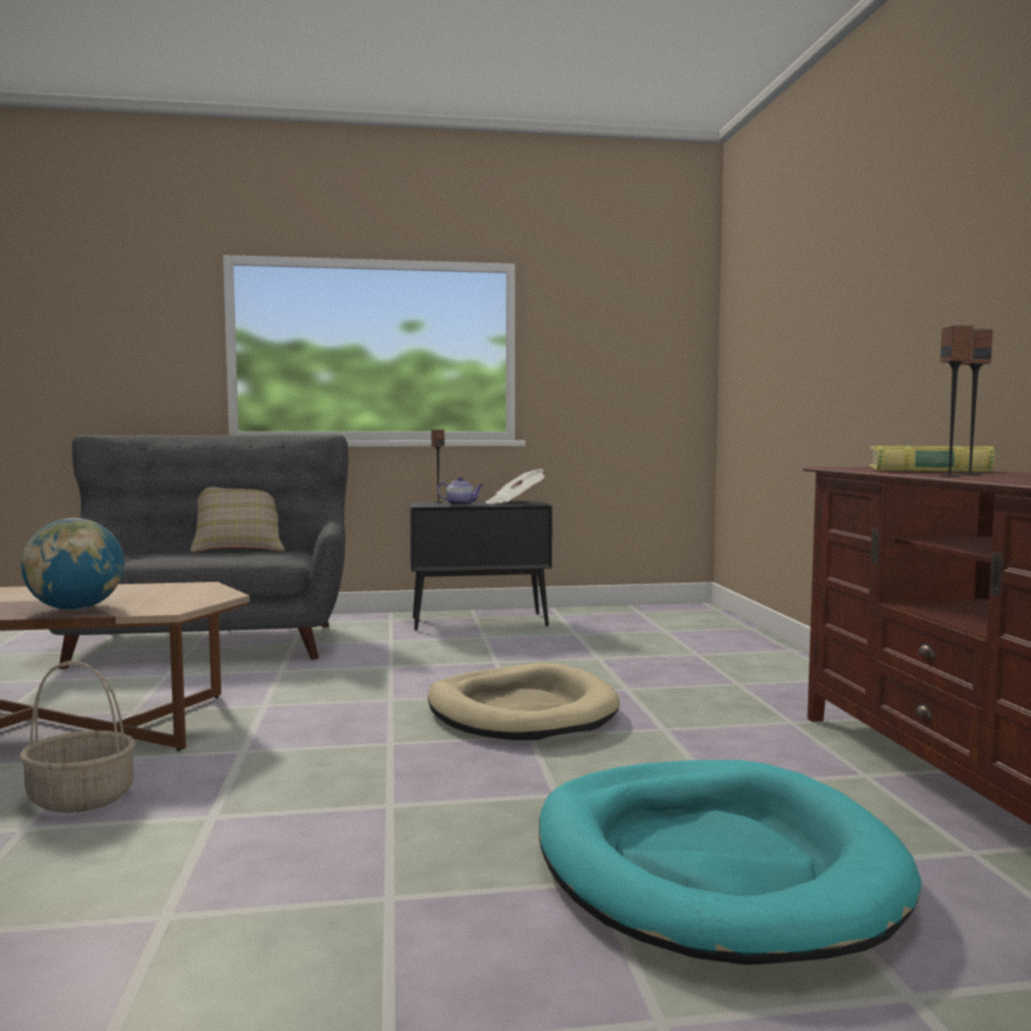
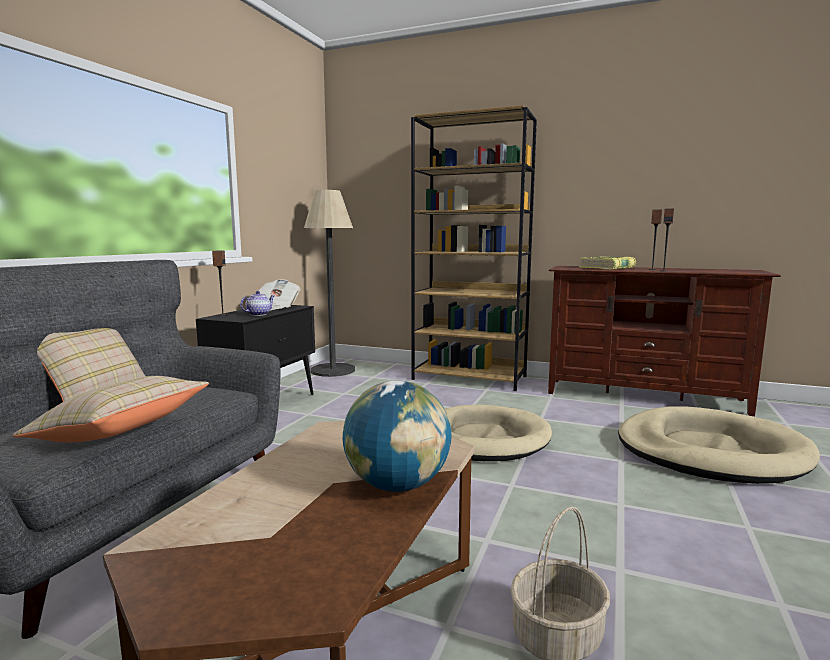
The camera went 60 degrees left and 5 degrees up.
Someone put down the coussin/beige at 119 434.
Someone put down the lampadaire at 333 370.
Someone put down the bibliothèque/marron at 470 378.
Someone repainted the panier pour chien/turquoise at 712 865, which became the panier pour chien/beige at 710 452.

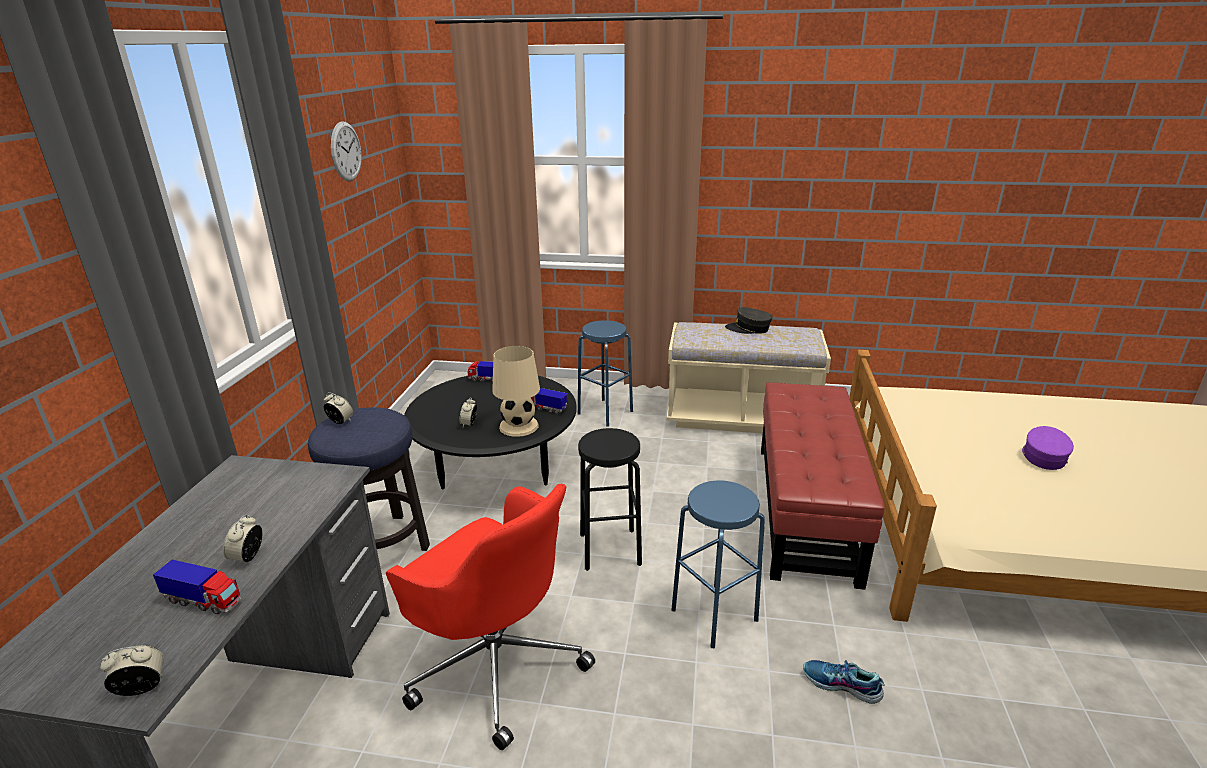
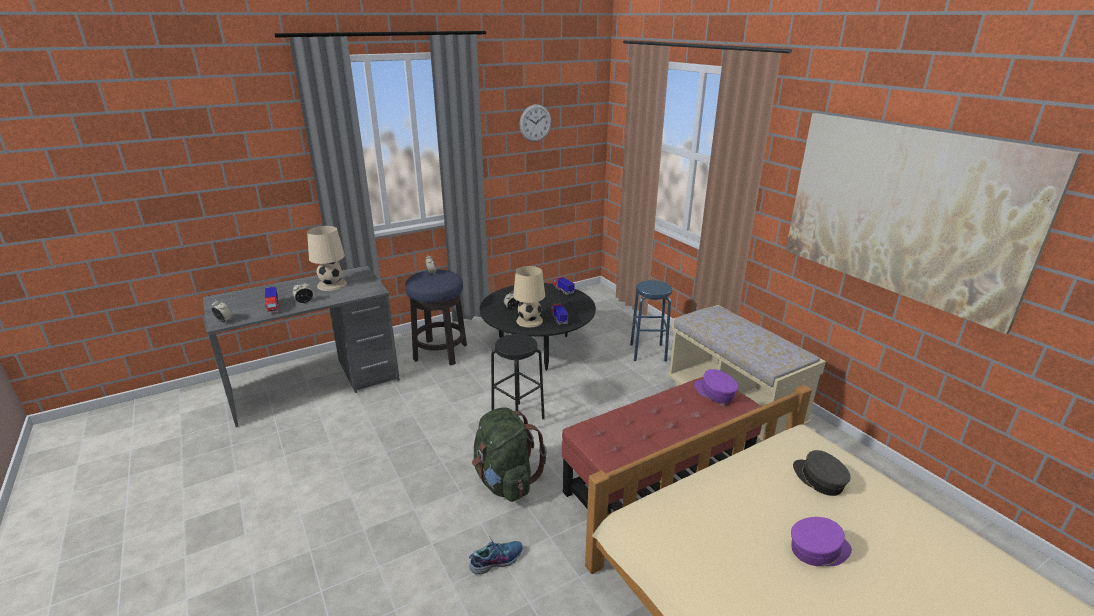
The camera went 50 degrees right and 0 degrees up.
Someone put down the lampe de table/beige at 332 285.
Someone rotated the chaussure at 841 685 by 75 degrees clockwise.
Someone swapped the tabouret/bleu at 714 614 for the sac à dos/vert at 505 481.
Someone put down the casquette/violet at 714 393.
Someone put up the tableau at 902 212.
Someone carried the casquette/gris from 748 329 to 818 479.
Someone took away the chaise de bureau/rouge at 496 662.

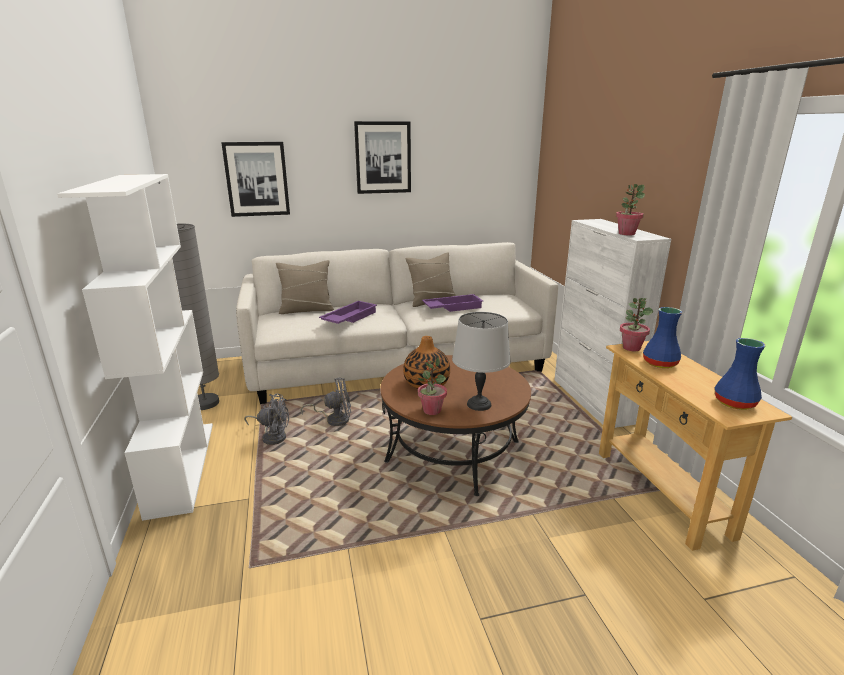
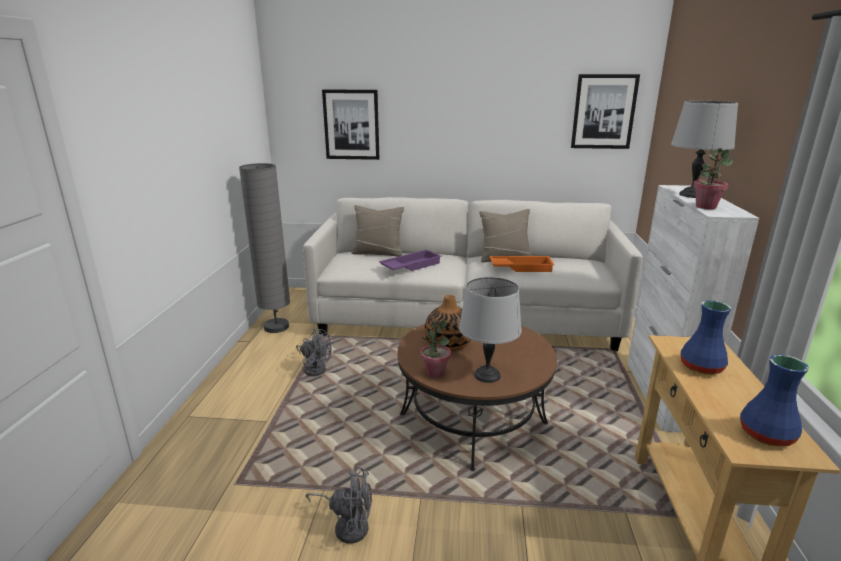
The camera went 20 degrees right and 0 degrees up.
Someone carried the ventilateur/gris from 334 419 to 348 525.
Someone repainted the plateau/violet at 452 307, which became the plateau/orange at 521 267.
Someone carried the tableau from 383 157 to 603 112.
Someone put down the lampe de table/gris at 691 195.
Someone took away the bibliothèque/blanc at 181 466.
Someone took away the plante en pot at 631 348.

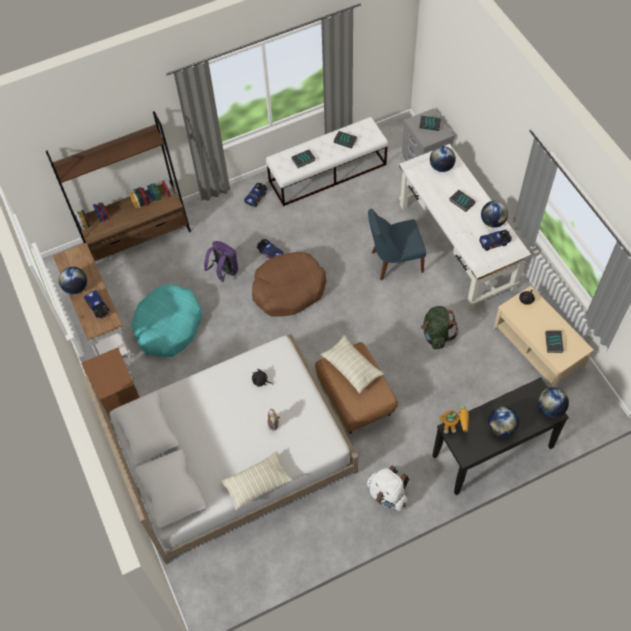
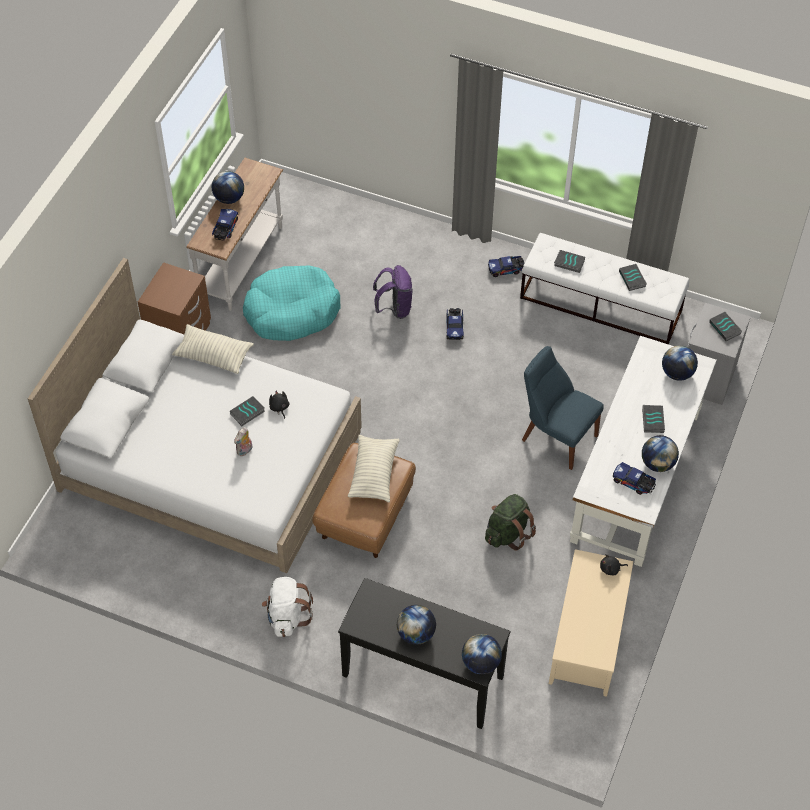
The camera went 45 degrees right and 5 degrees down.
Someone carried the coussin from 257 483 to 213 355.
Someone carried the livre from 554 343 to 247 413.
Someone took away the bibliothèque/marron at 138 238.
Someone took away the panier pour chien/marron at 288 290.
Someone took away the robot jouet at 454 426.

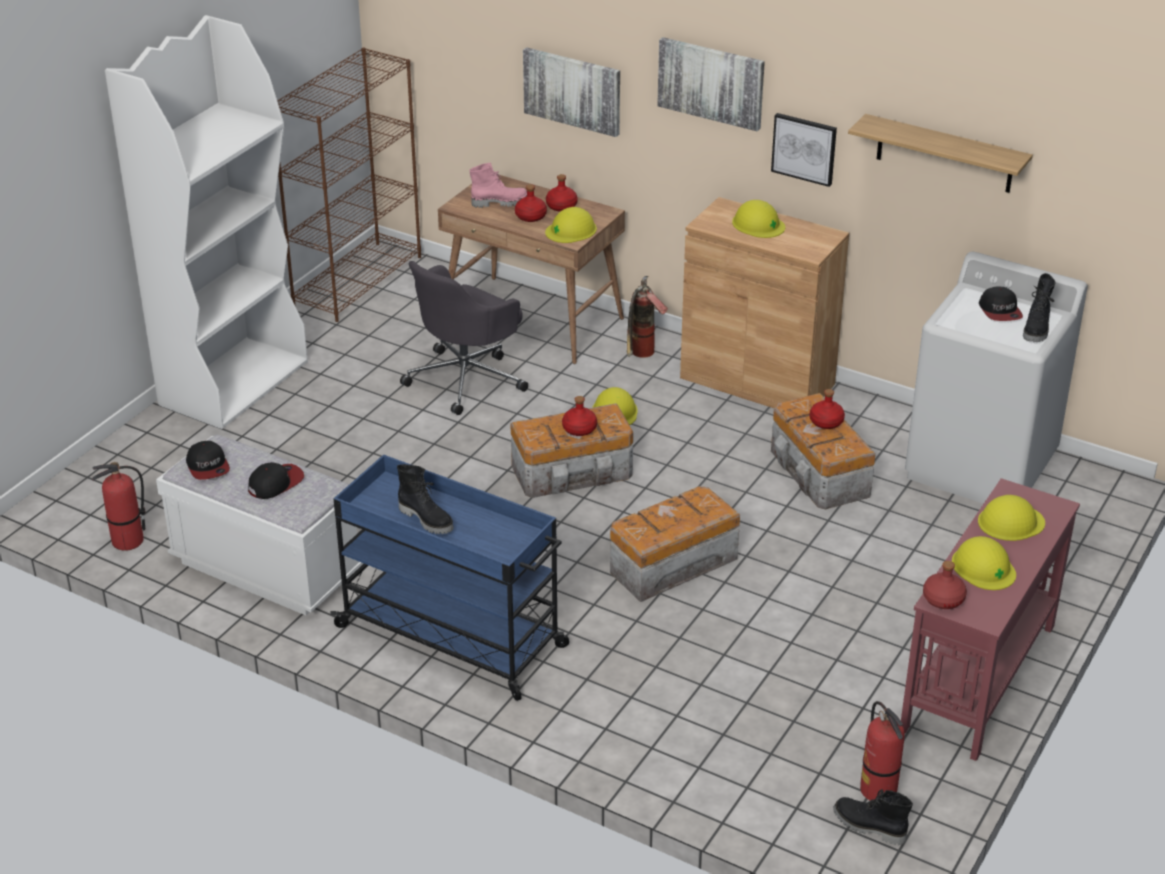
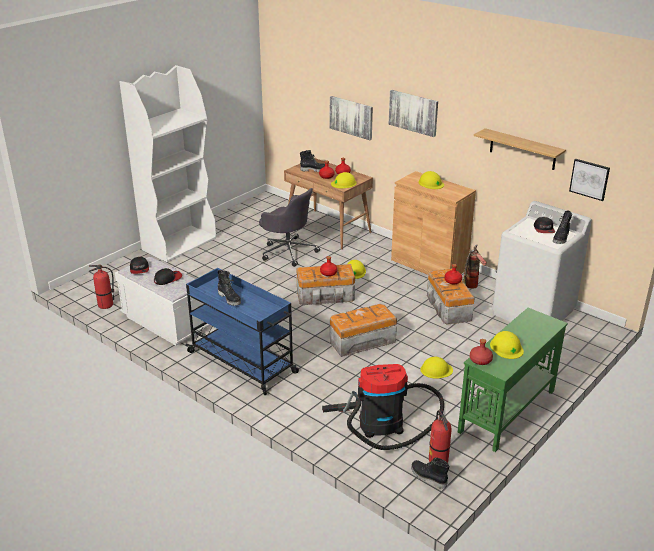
The camera went 10 degrees right and 5 degrees down.
Someone rotated the chaise de bureau/gris at 466 379 by 105 degrees counterclockwise.
Someone repainted the botte/rose at 500 202, which became the botte/noir at 314 170.
Someone put down the aspirateur at 386 423.
Someone carried the casque de chantier/jaune from 1010 522 to 436 370.
Someone repainted the table console/rouge at 977 677, which became the table console/vert at 506 411.
Someone carried the extincteur from 642 356 to 470 288.
Someone carried the tableau from 804 148 to 589 179.
Someone took away the bibliothèque/marron at 358 281.

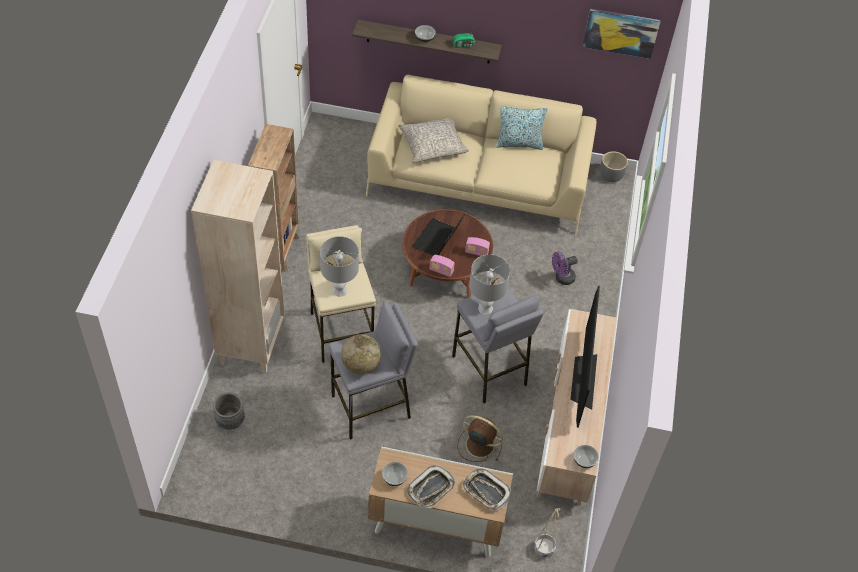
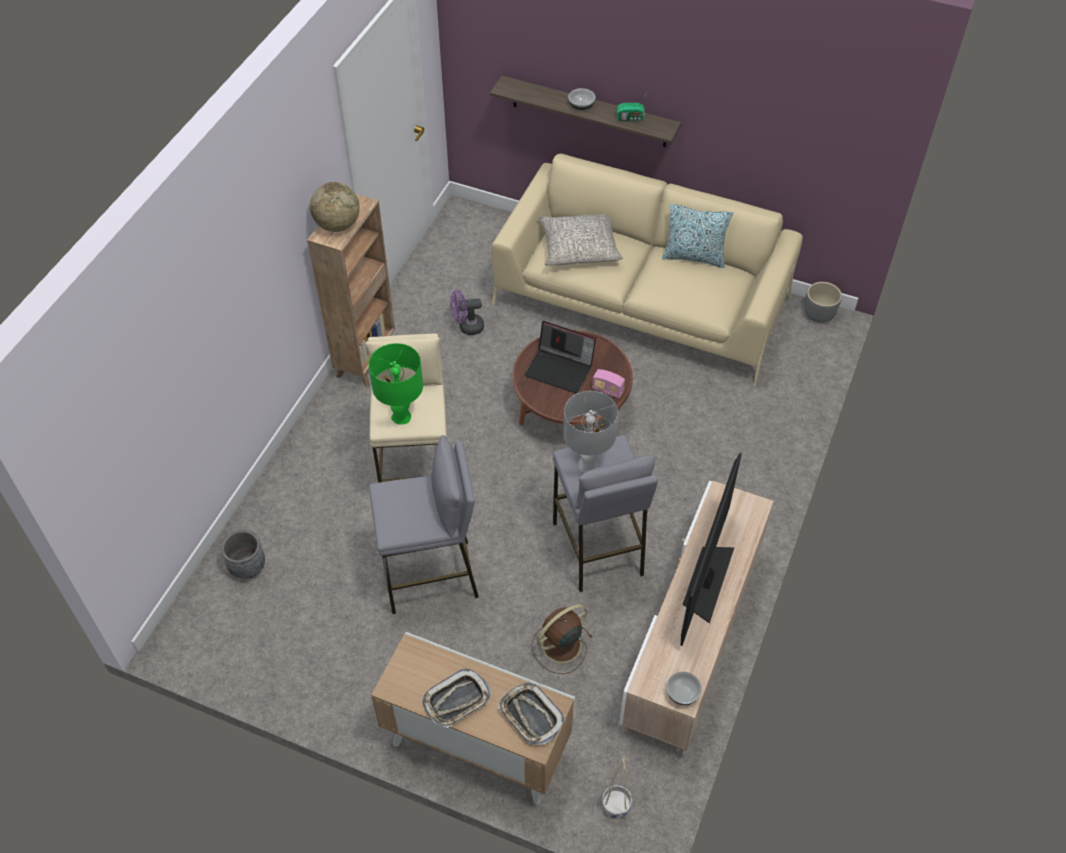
The camera went 15 degrees right and 0 degrees up.
Someone carried the globe from 360 365 to 337 225.
Someone repainted the lampe de table/gris at 340 290, which became the lampe de table/vert at 402 416.
Someone carried the ventilateur/violet from 562 278 to 467 327.
Someone rotated the ordinateur portable at 438 240 by 105 degrees counterclockwise.
Someone rotated the ventilateur/marron at 478 444 by 75 degrees counterclockwise.
Someone took away the bibliothèque/beige at 251 345.
Someone took away the bol at 394 478.
Someone took away the radio at 441 270.
Someone took away the tableau at 621 32.

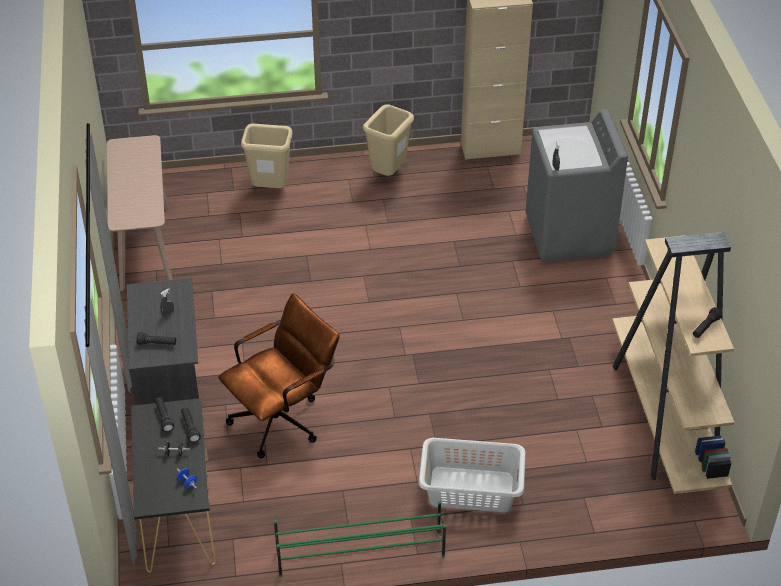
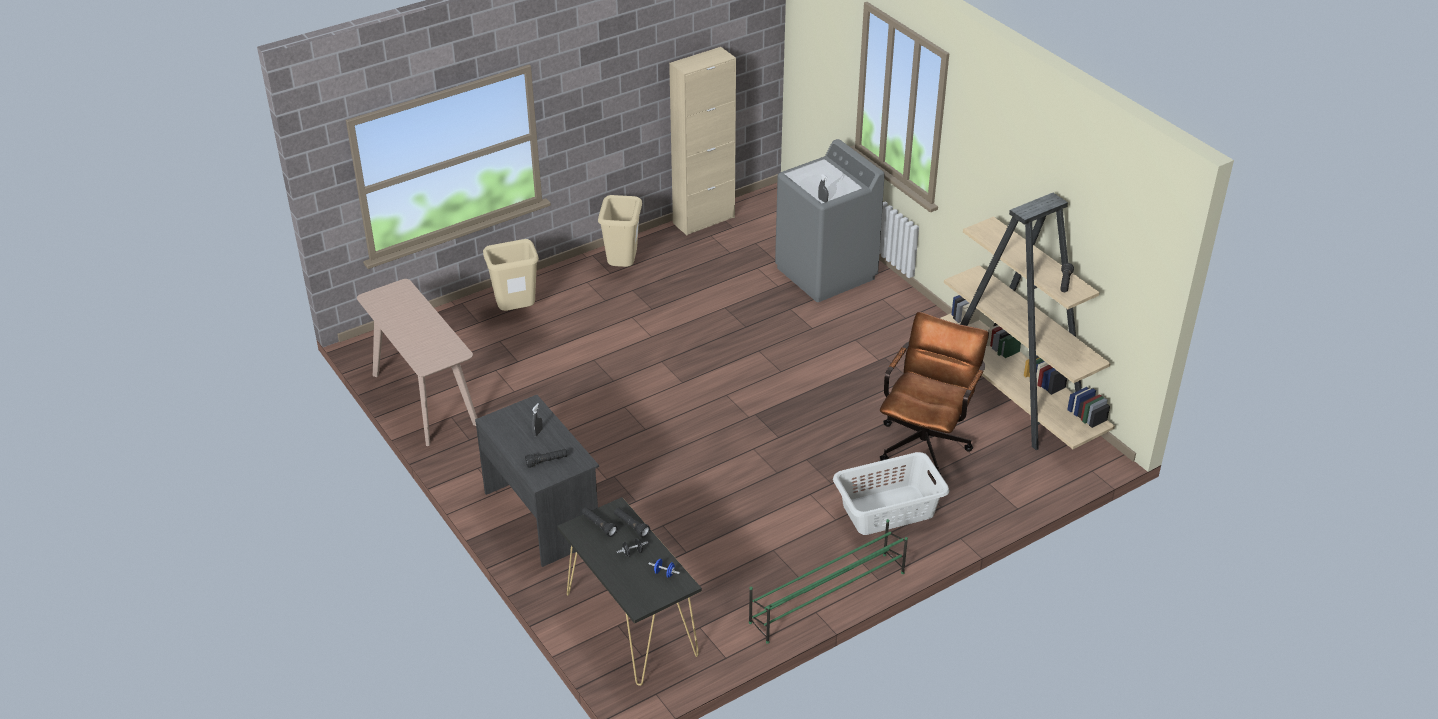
The camera went 25 degrees left and 5 degrees down.
Someone carried the chaise de bureau/marron from 283 418 to 926 441.

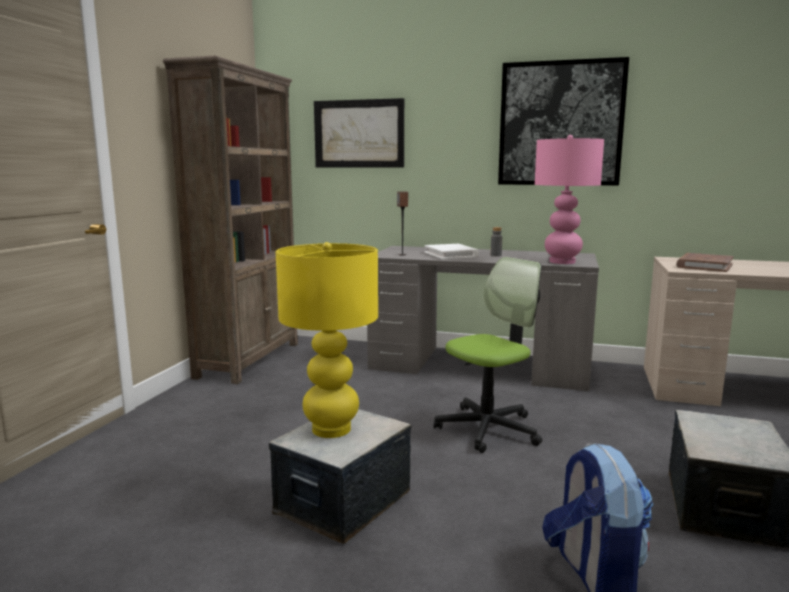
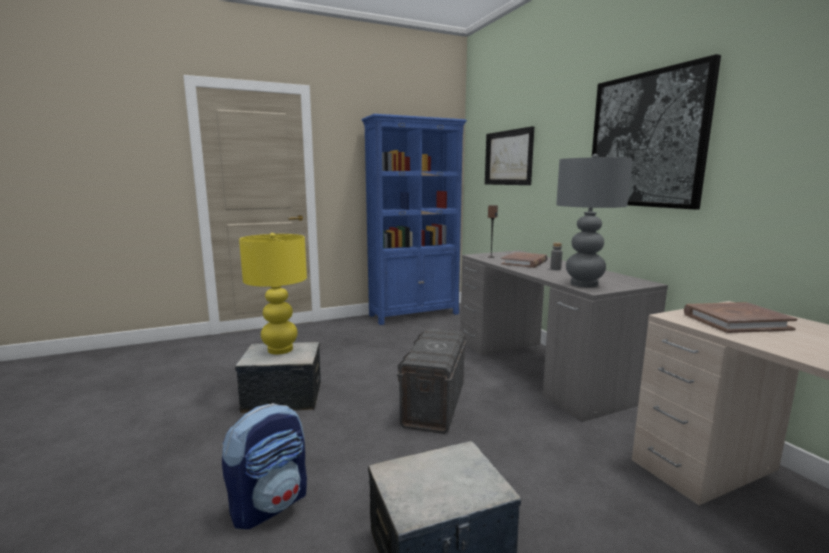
The camera went 50 degrees right and 0 degrees up.
Someone repainted the bibliothèque/marron at 249 360, which became the bibliothèque/bleu at 414 314.
Someone swapped the chaise de bureau at 488 429 for the boîte de rangement/gris at 433 405.
Someone repainted the livre/blanc at 451 254, which became the livre/marron at 524 262.
Someone repainted the lampe de table/rose at 562 262, which became the lampe de table/gris at 584 284.

